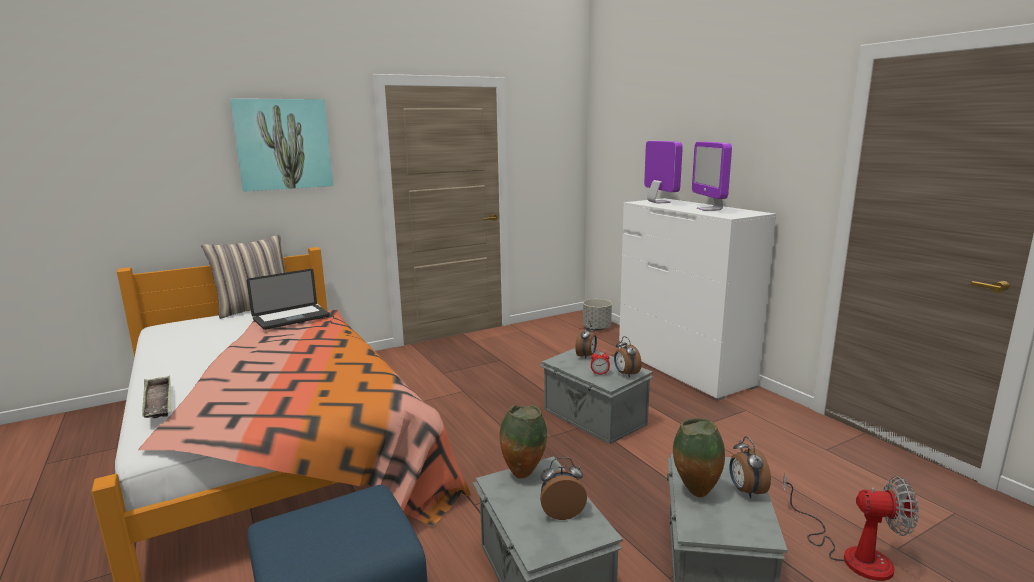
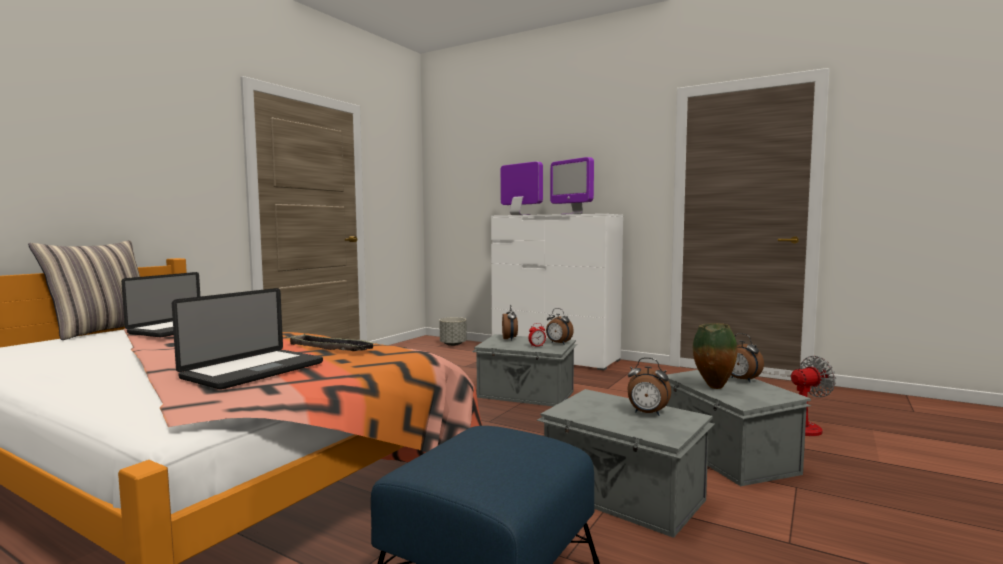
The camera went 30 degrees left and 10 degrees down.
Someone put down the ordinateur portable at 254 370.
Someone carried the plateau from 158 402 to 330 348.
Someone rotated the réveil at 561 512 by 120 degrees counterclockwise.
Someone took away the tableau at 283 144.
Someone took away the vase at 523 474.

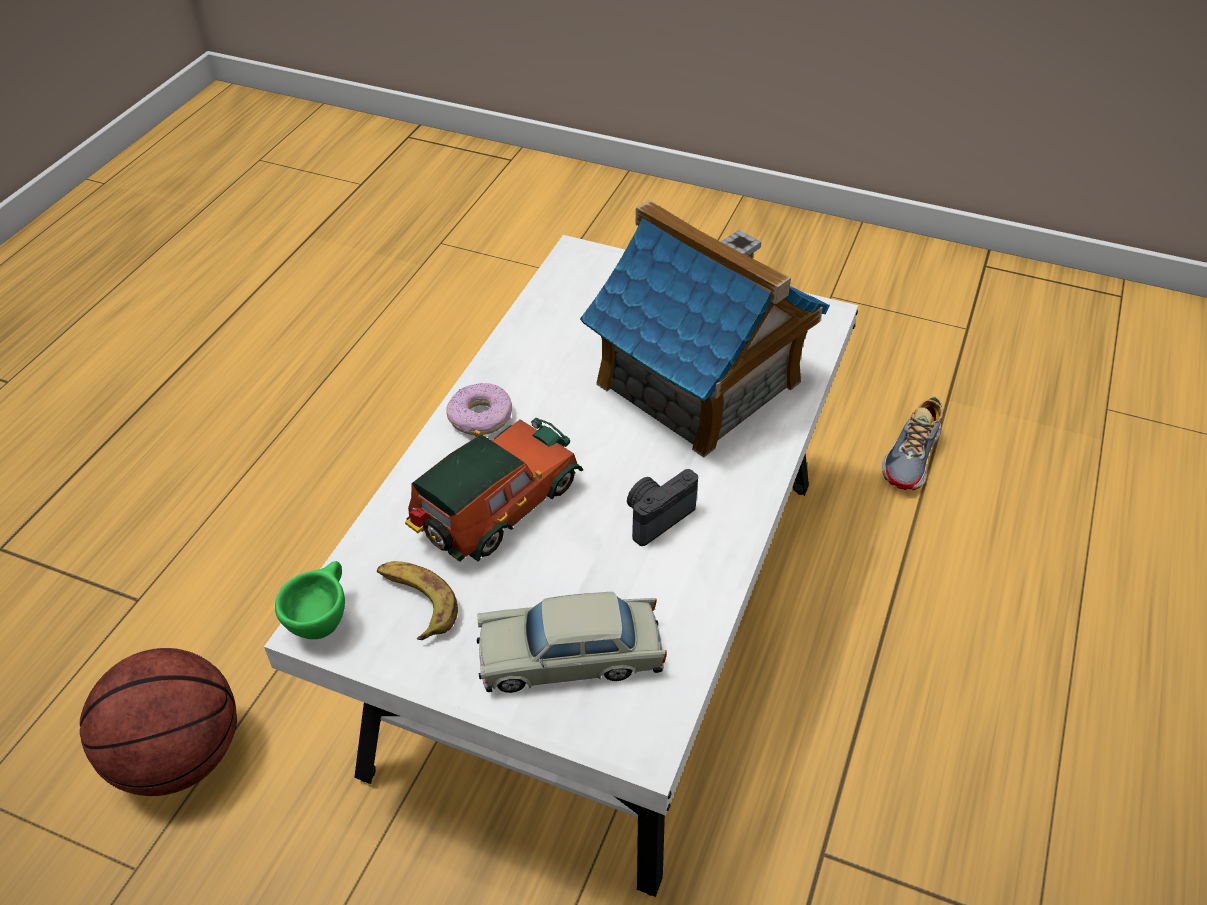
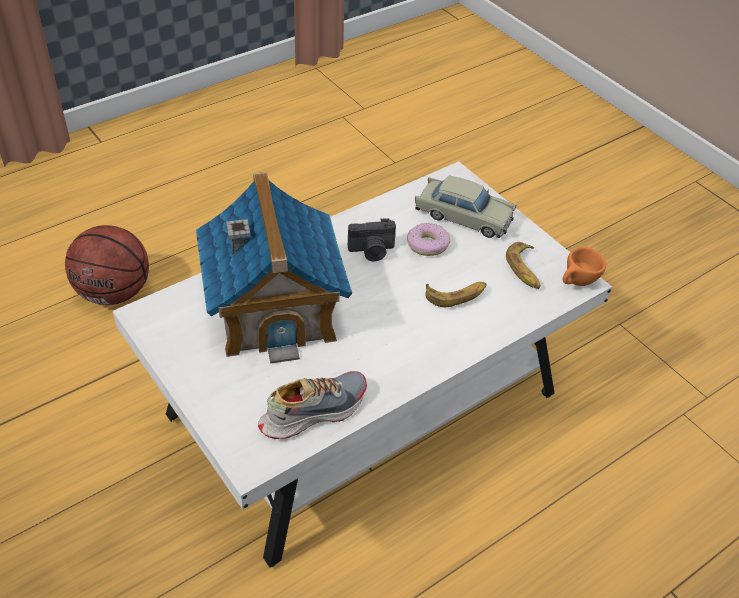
The camera went 150 degrees left and 0 degrees up.
Someone carried the ballon de basket from 178 756 to 114 292.
Someone carried the chaussure from 912 456 to 313 411.
Someone carried the beignet from 481 417 to 427 244.
Someone swapped the petite voiture at 494 509 for the banane at 456 295.
Someone repainted the tasse/vert at 323 619, which became the tasse/orange at 577 284.

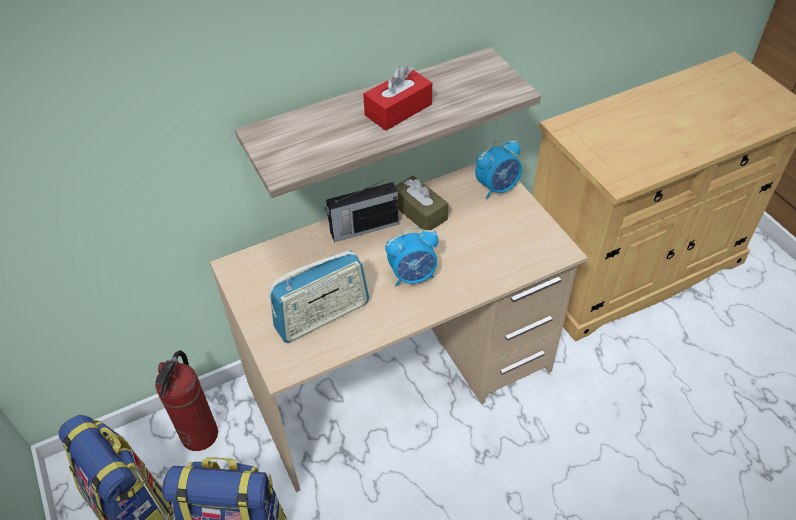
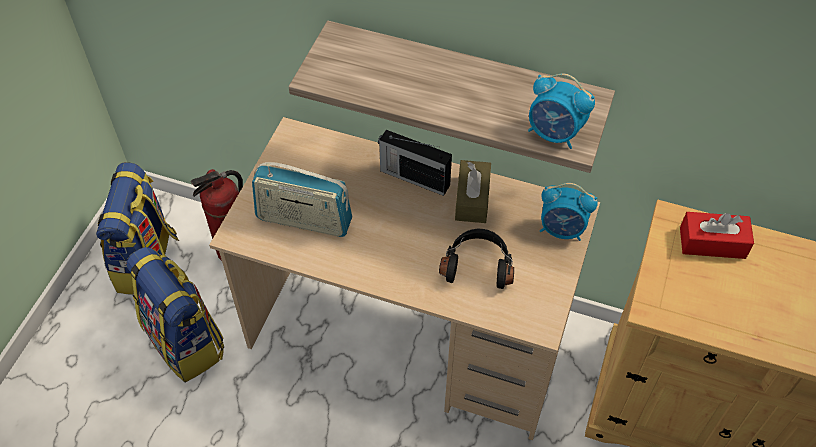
The camera went 45 degrees right and 5 degrees up.
Someone put down the casque audio/noir at 477 265.
Someone carried the réveil from 413 276 to 554 134.
Someone carried the boîte à mouchoirs/rouge from 398 110 to 712 243.

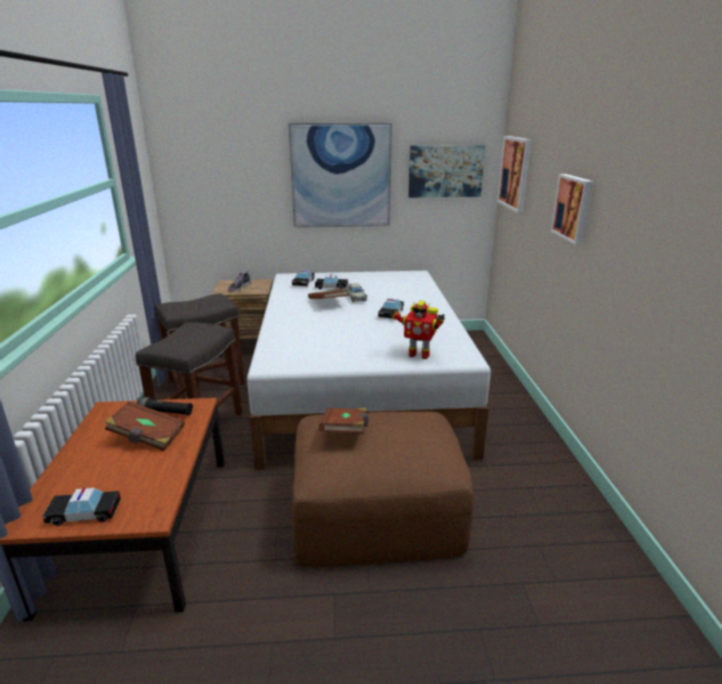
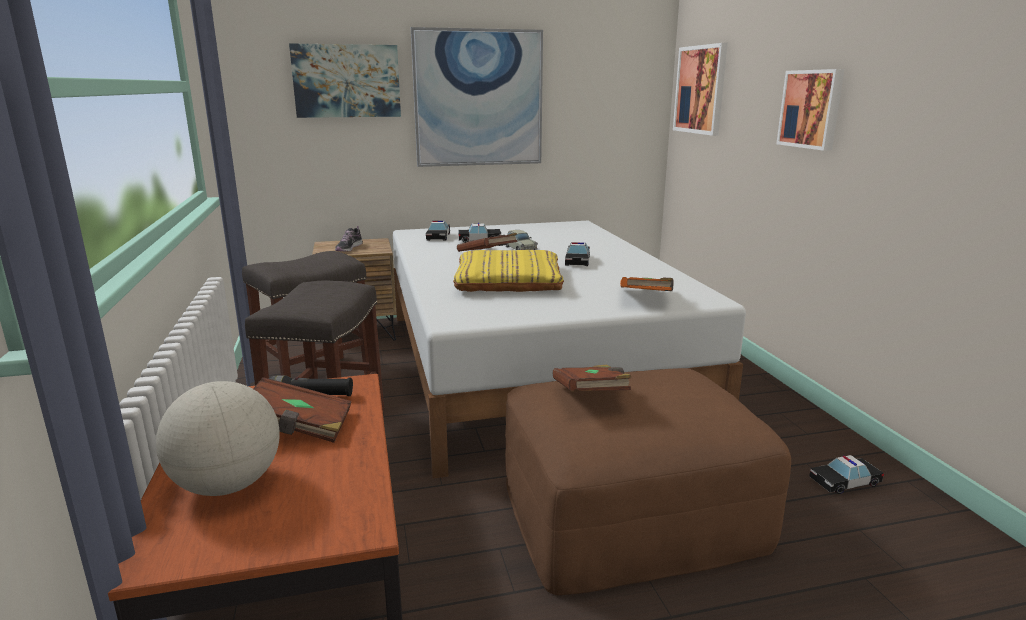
The camera went 10 degrees left and 5 degrees down.
Someone put down the globe at 227 485.
Someone carried the tableau from 445 171 to 346 81.
Someone put down the coussin/jaune at 508 280.
Someone swapped the robot jouet at 418 354 for the livre/orange at 645 299.
Someone carried the petite voiture from 84 513 to 844 482.

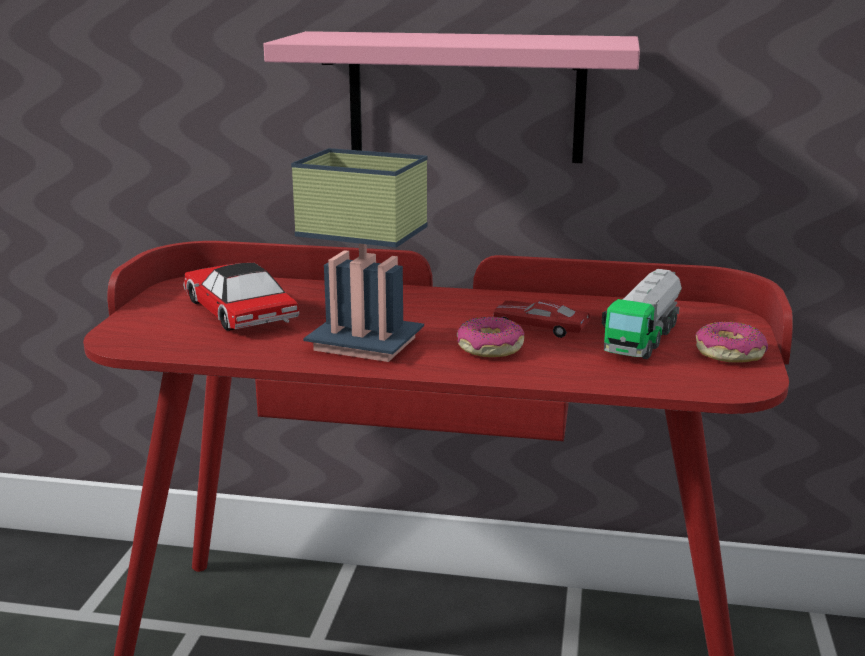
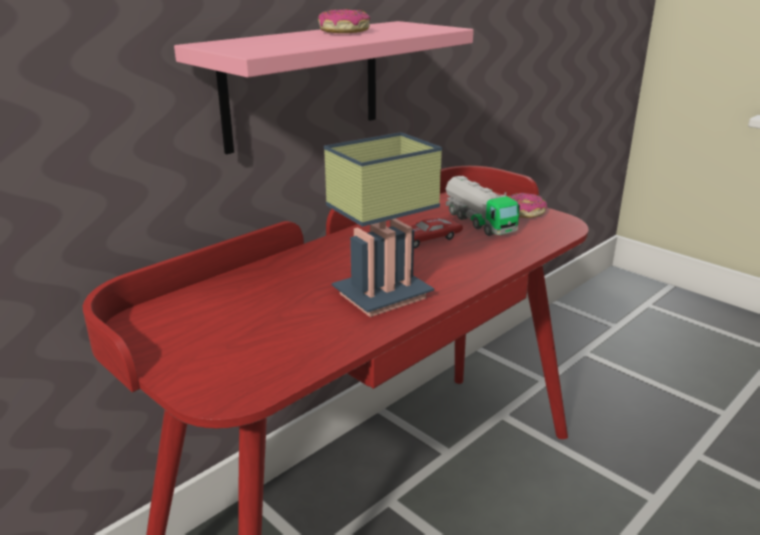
The camera went 55 degrees left and 5 degrees up.
Someone carried the beignet from 489 349 to 344 32.
Someone took away the petite voiture at 239 311.

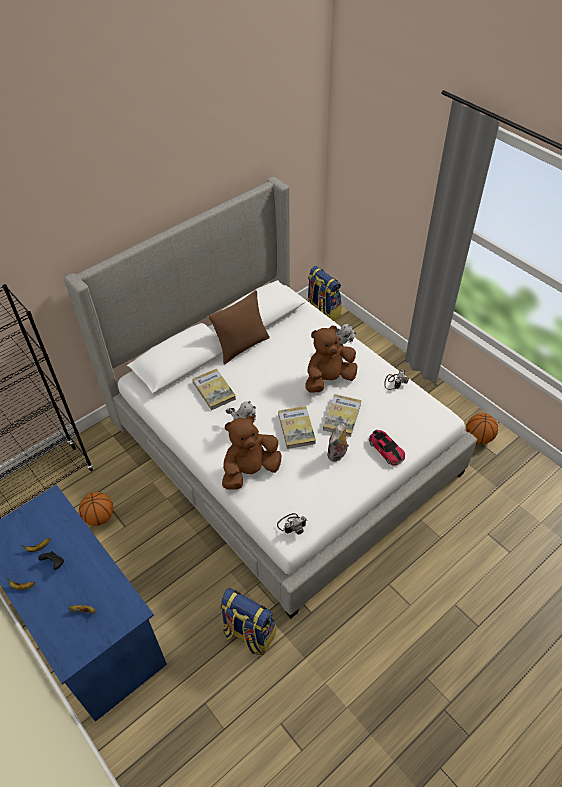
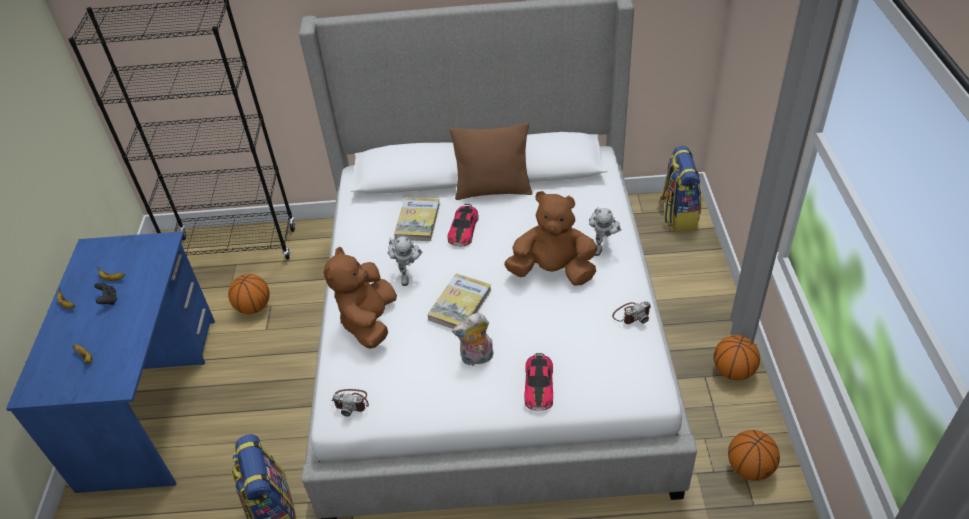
The camera went 40 degrees right and 5 degrees down.
Someone rotated the peluche/marron at 250 470 by 90 degrees counterclockwise.
Someone put down the petite voiture at 463 229.
Someone put down the ballon de basket at 733 371.
Someone took away the livre at 342 416.

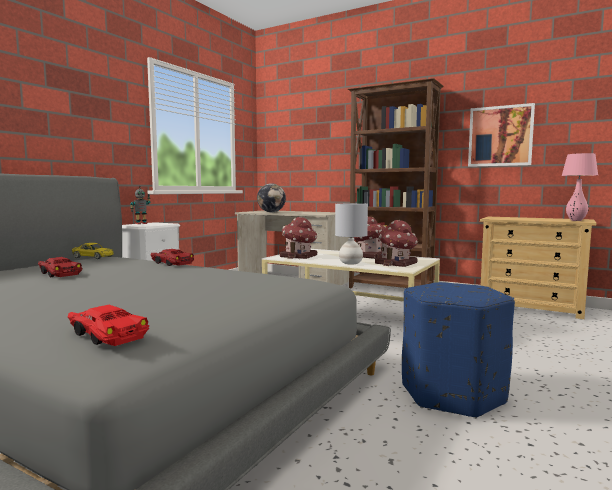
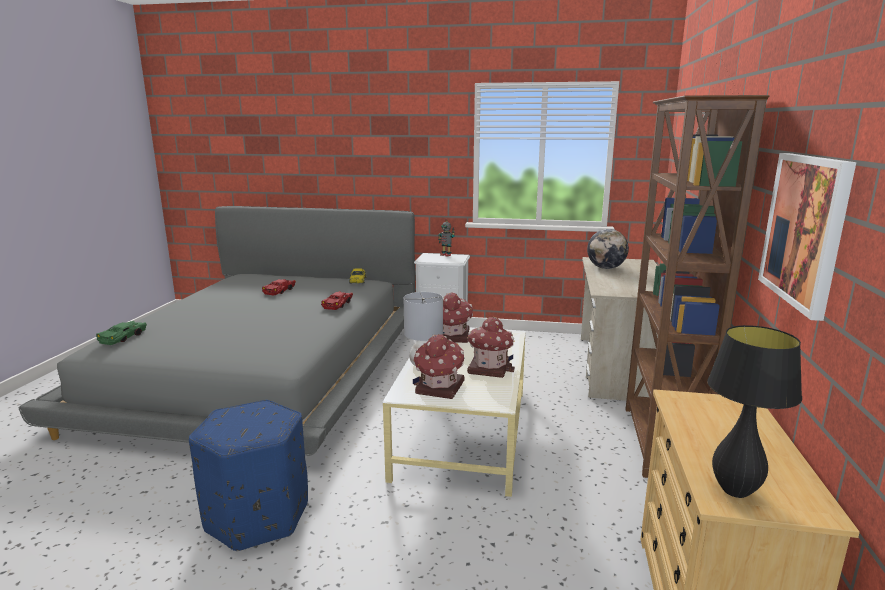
The camera went 70 degrees right and 10 degrees up.
Someone repainted the petite voiture/rouge at 106 335, which became the petite voiture/vert at 124 337.
Someone repainted the lampe de table/rose at 576 220, which became the lampe de table/noir at 734 491.

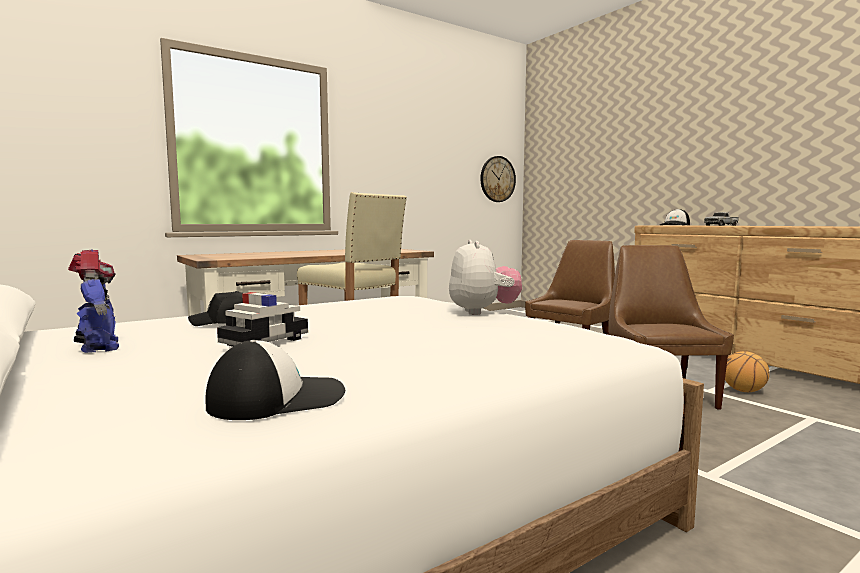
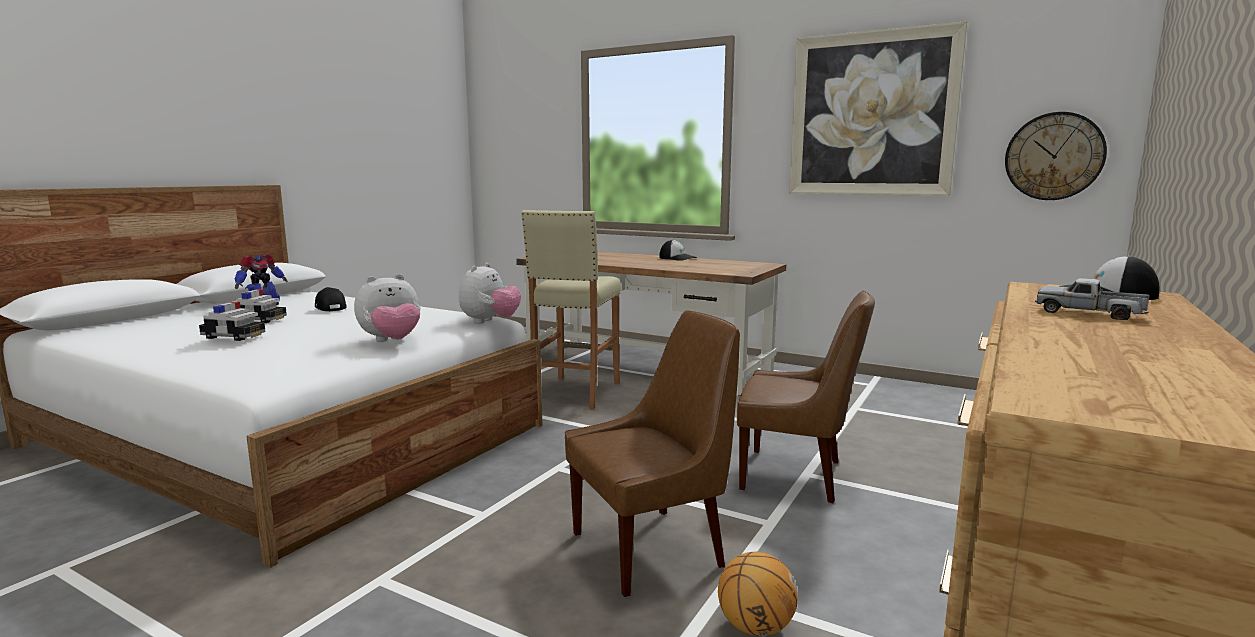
The camera went 65 degrees right and 5 degrees up.
Someone put down the petite voiture at 233 336.
Someone put down the peluche at 490 322.
Someone carried the casquette from 277 399 to 677 258.
Someone put up the tableau at 872 114.

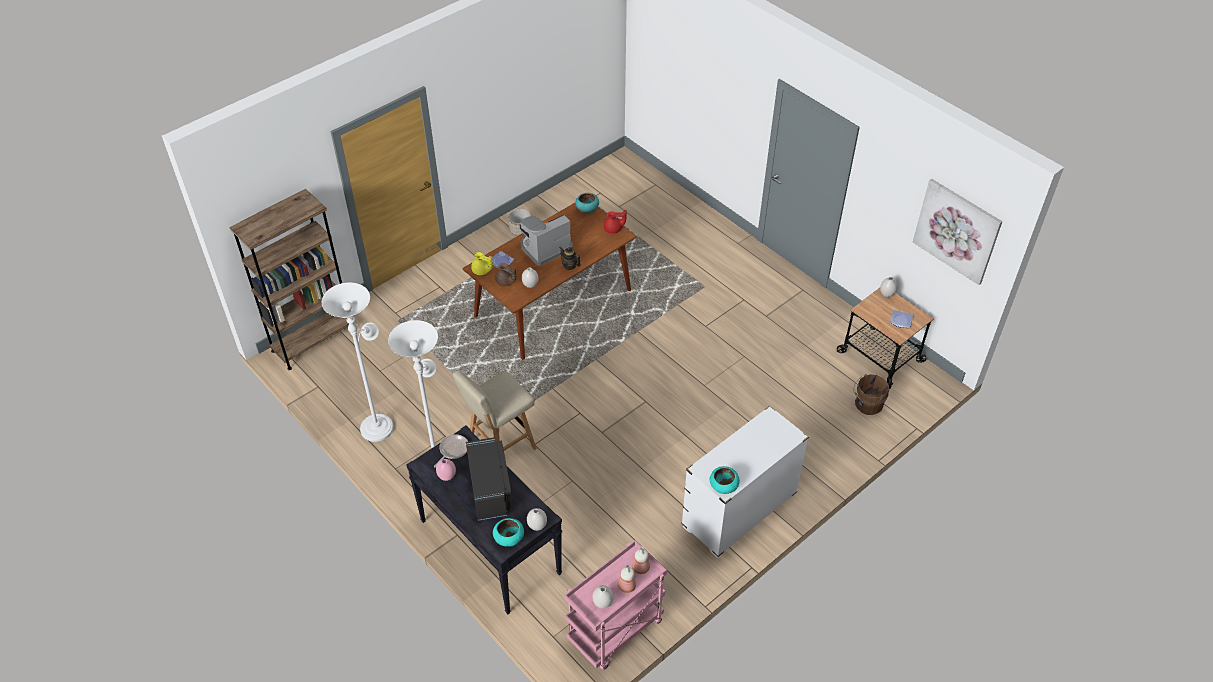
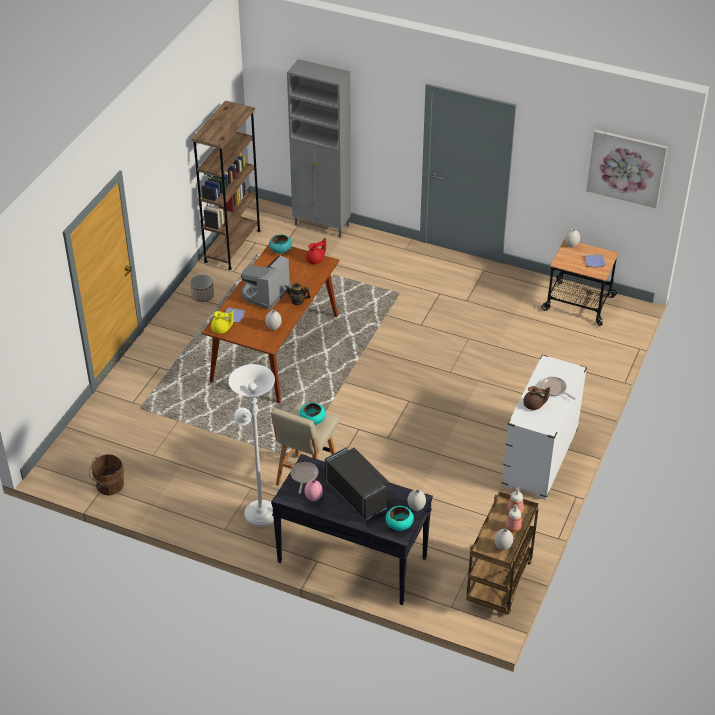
The camera went 25 degrees left and 5 degrees down.
Someone carried the seau/marron from 867 404 to 109 485.
Someone carried the bibliothèque/marron from 313 341 to 232 246.
Someone put down the meuble de rangement/gris at 322 226.
Someone carried the bol/turquoise from 723 486 to 312 420.
Someone repainted the chariot/rose at 615 632, which became the chariot/marron at 499 584.
Someone carried the théière/marron from 506 282 to 534 405.
Someone put down the poêle at 554 389.
Someone took away the lampadaire/blanc at 378 425.

